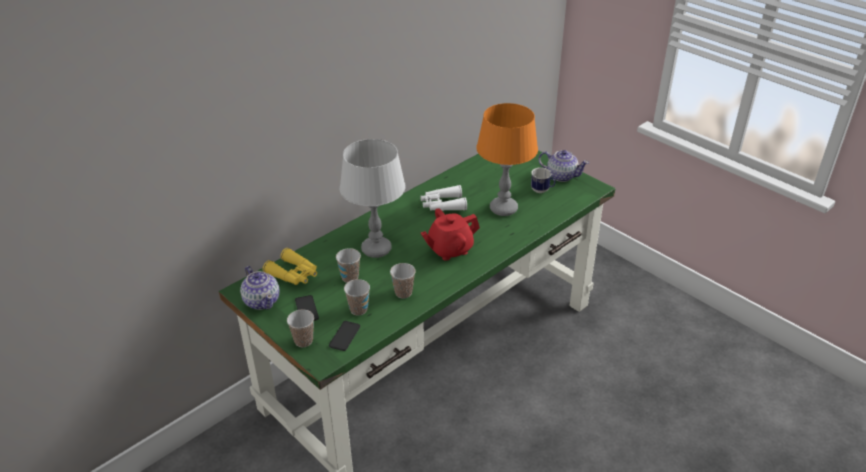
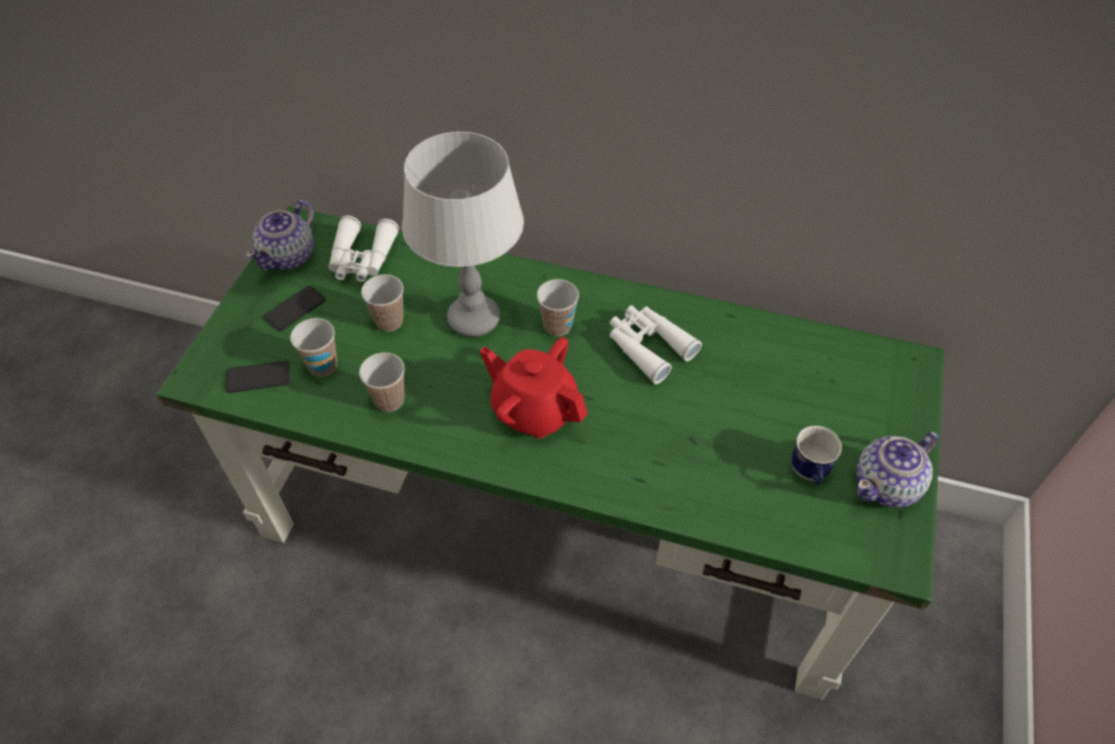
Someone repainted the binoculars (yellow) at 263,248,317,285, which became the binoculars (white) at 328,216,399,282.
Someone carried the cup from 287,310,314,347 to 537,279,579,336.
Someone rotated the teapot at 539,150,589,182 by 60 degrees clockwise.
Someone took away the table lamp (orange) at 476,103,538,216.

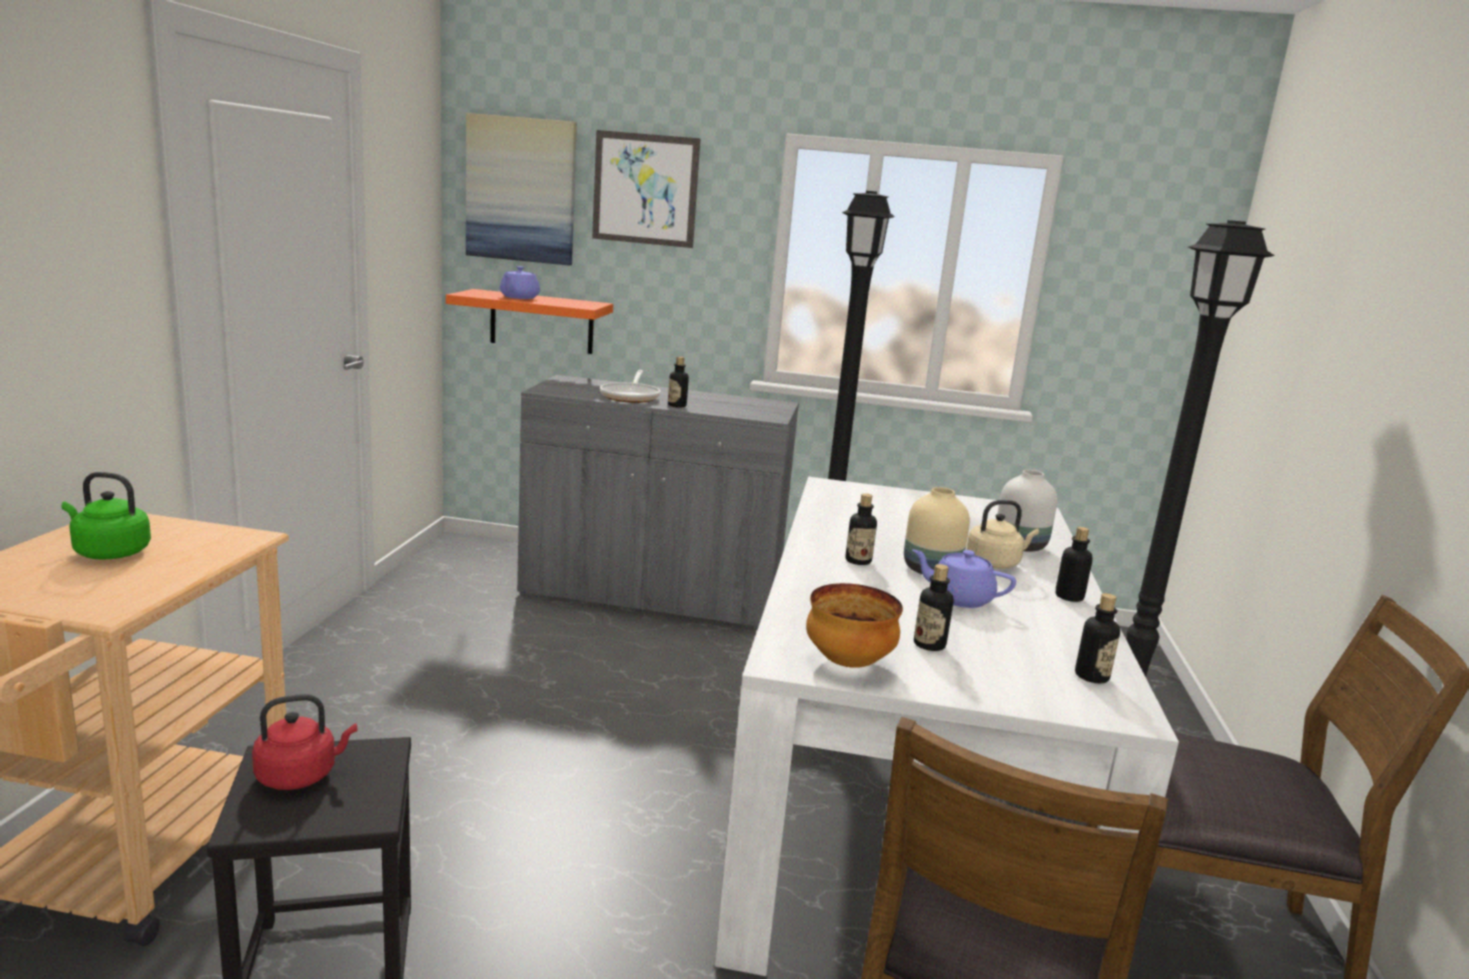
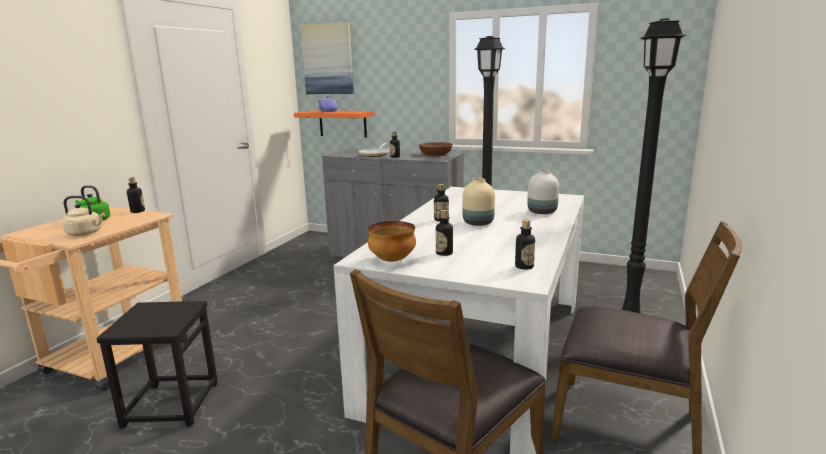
Someone carried the kettle (beige) from 966,500,1039,569 to 62,196,105,236.
Someone carried the bottle from 1056,527,1093,602 to 127,177,145,213.
Someone put down the bowl (brown) at 418,142,453,156.
Someone took away the kettle (red) at 252,694,357,790.
Someone took away the picture at 592,130,700,248.
Someone took away the teapot (purple) at 912,549,1016,608.

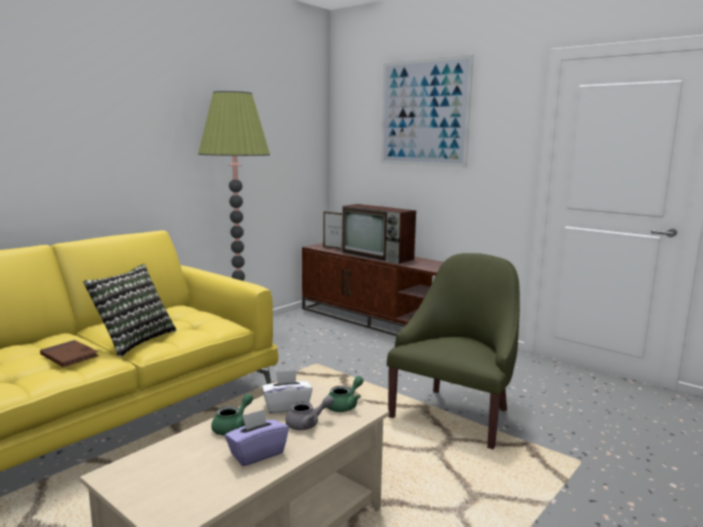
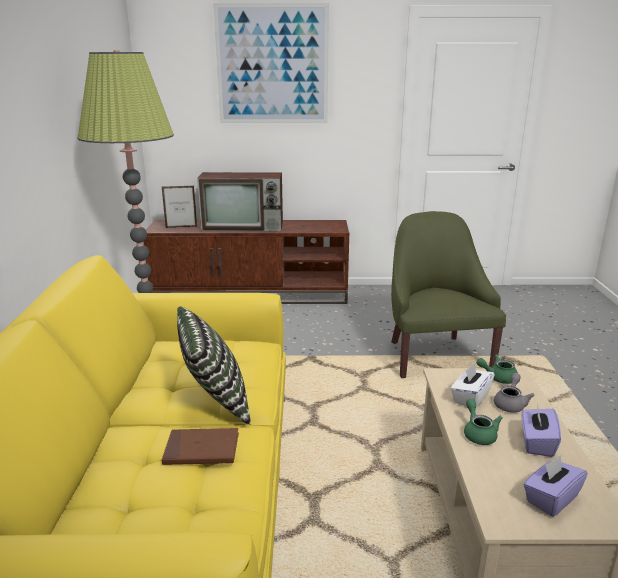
Someone rotated the teapot (green) at 327,376,363,412 by 90 degrees counterclockwise.
Someone put down the tissue box (purple) at 524,455,588,517.

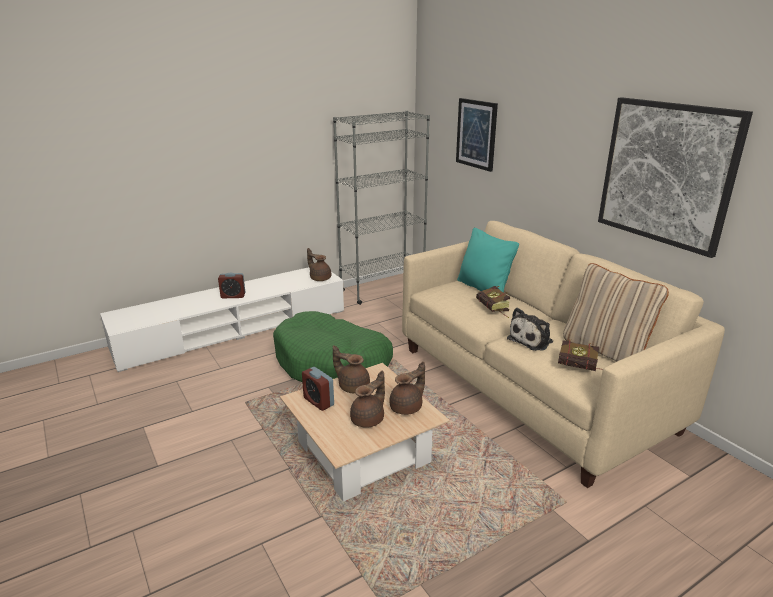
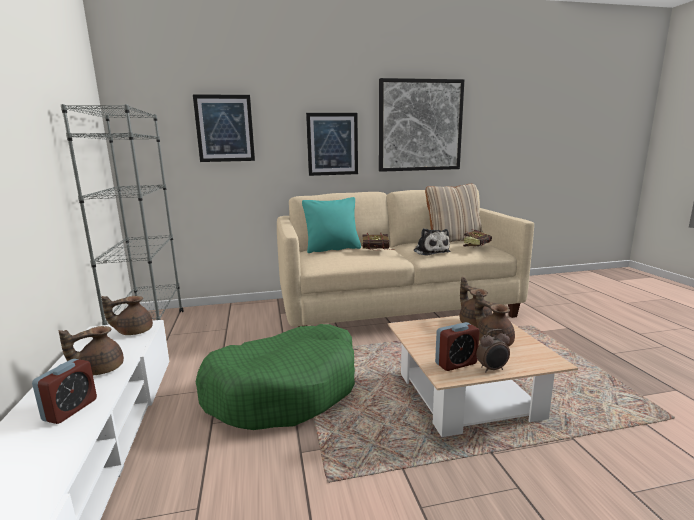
Someone carried the teapot (brown) from 333,345,370,393 to 59,326,124,375.
Someone put up the picture at 306,113,358,176.
Someone put down the alarm clock at 476,329,510,373.

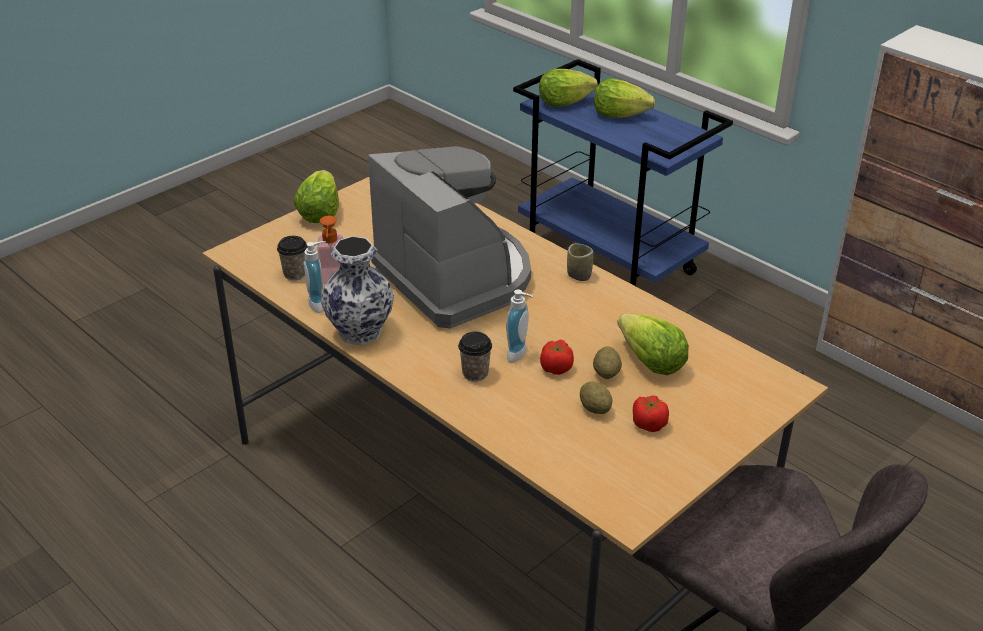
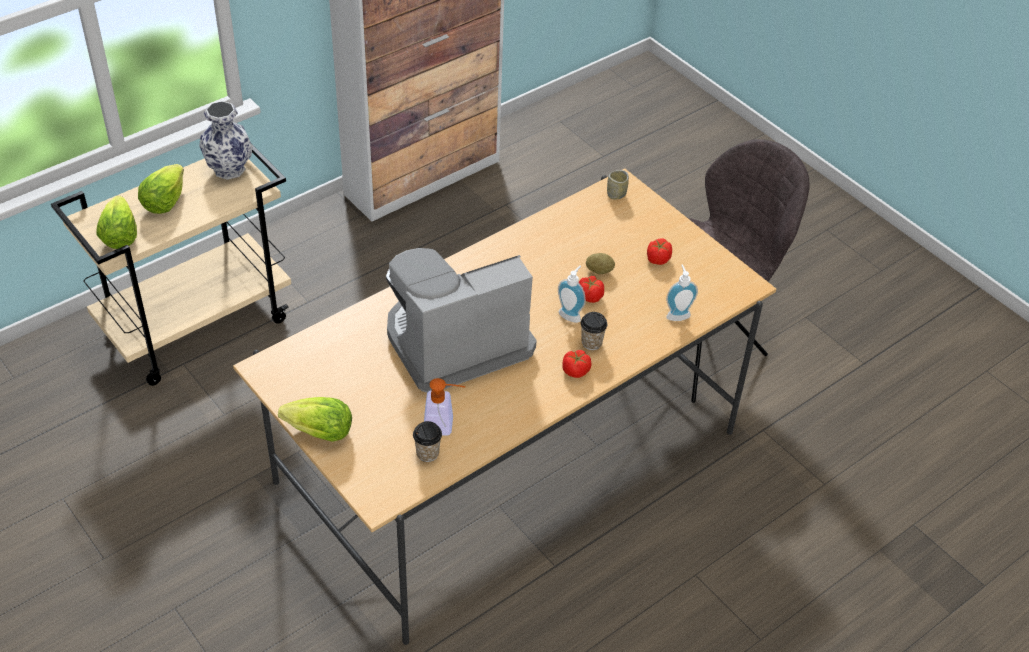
Someone repainted the cart (blue) at 513,59,733,286, which became the cart (beige) at 51,145,291,386.
Someone carried the vase from 321,236,394,345 to 199,101,253,180.
Someone put down the tomato at 563,350,591,378.
Someone carried the cup from 567,243,593,281 to 607,170,629,200.
Someone carried the soap dispenser from 304,241,326,312 to 666,265,698,321.
Someone took away the potato at 580,381,612,414.
Someone took away the lettuce at 617,313,689,375.

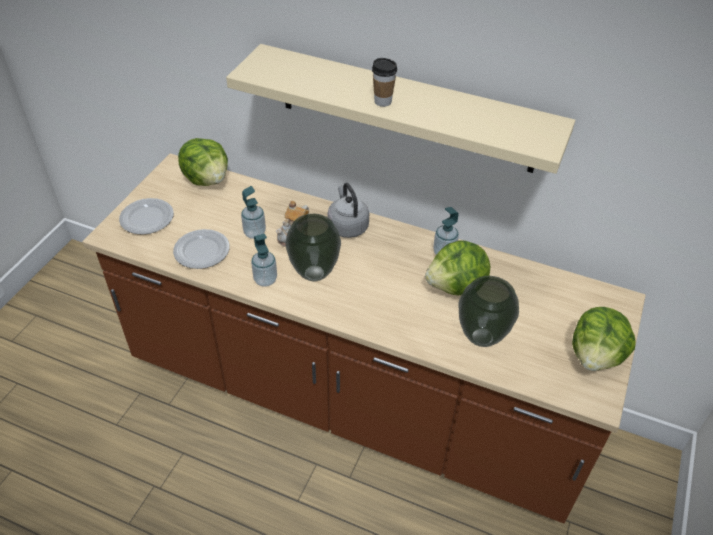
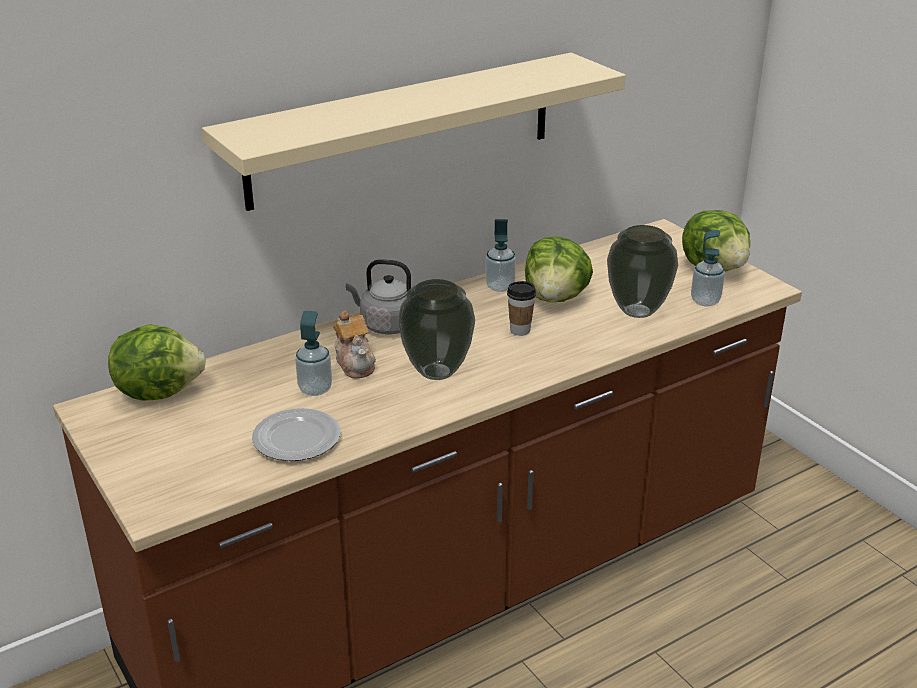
Someone carried the cup from 372,58,397,107 to 507,281,536,336.
Someone carried the soap dispenser from 251,234,277,287 to 691,230,725,306.
Someone took away the plate at 119,198,174,235.

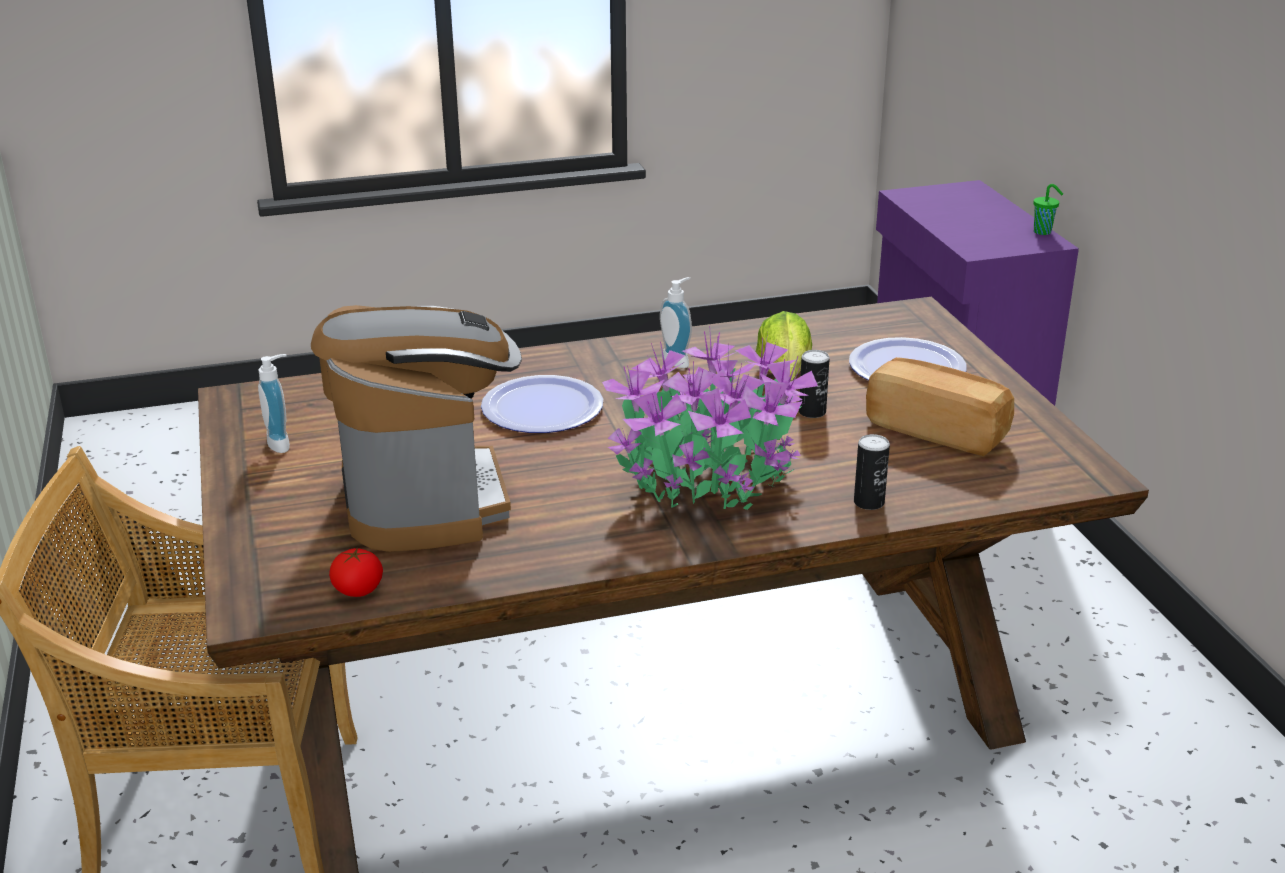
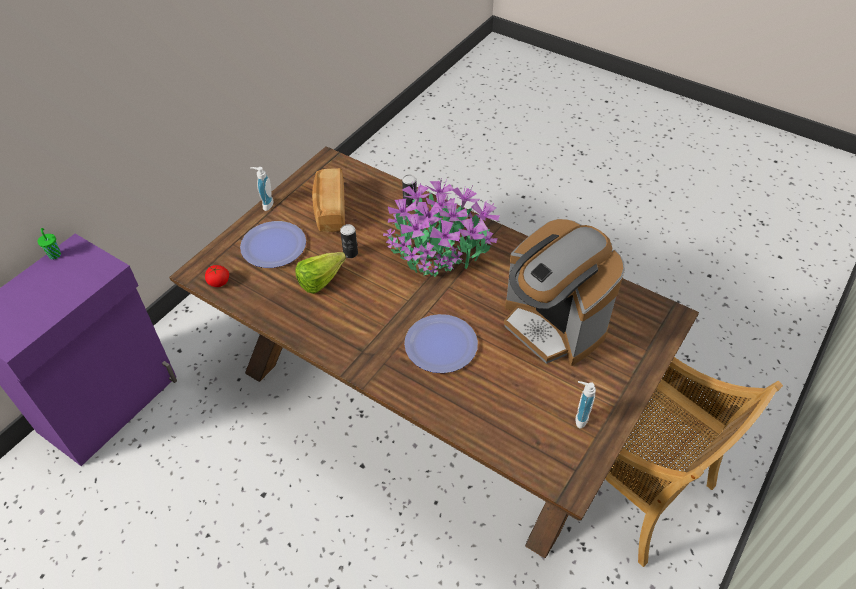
Someone carried the tomato from 329,547,383,597 to 205,265,229,287.
Someone carried the soap dispenser from 660,277,692,368 to 250,167,273,211.
Someone rotated the coffee machine at 311,305,522,552 by 75 degrees counterclockwise.

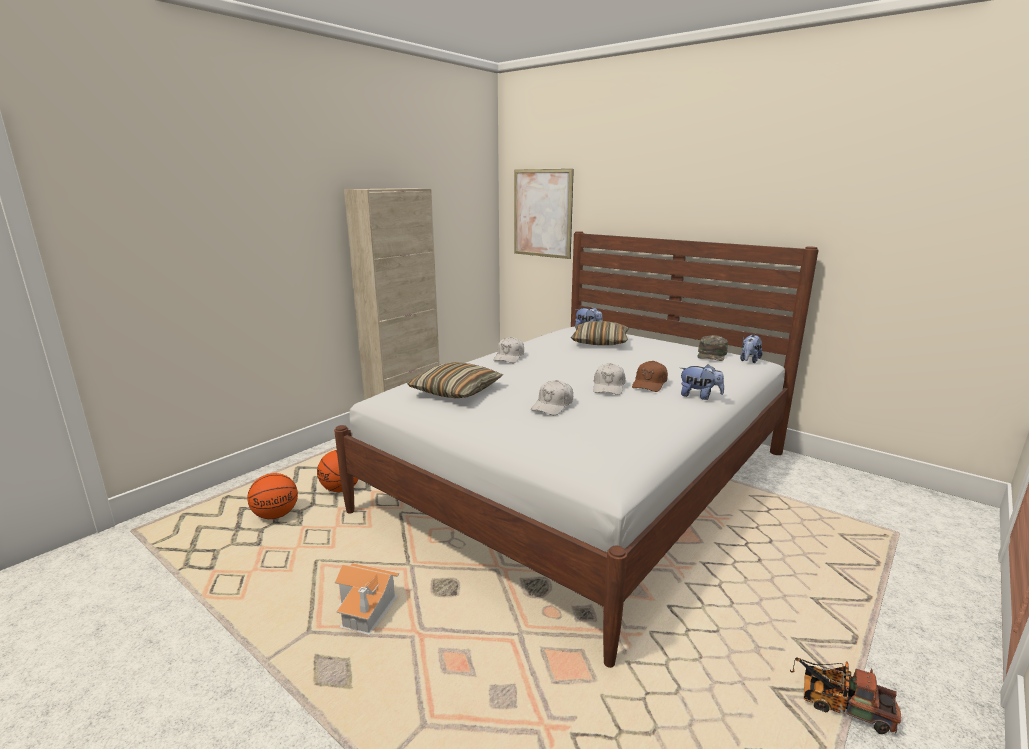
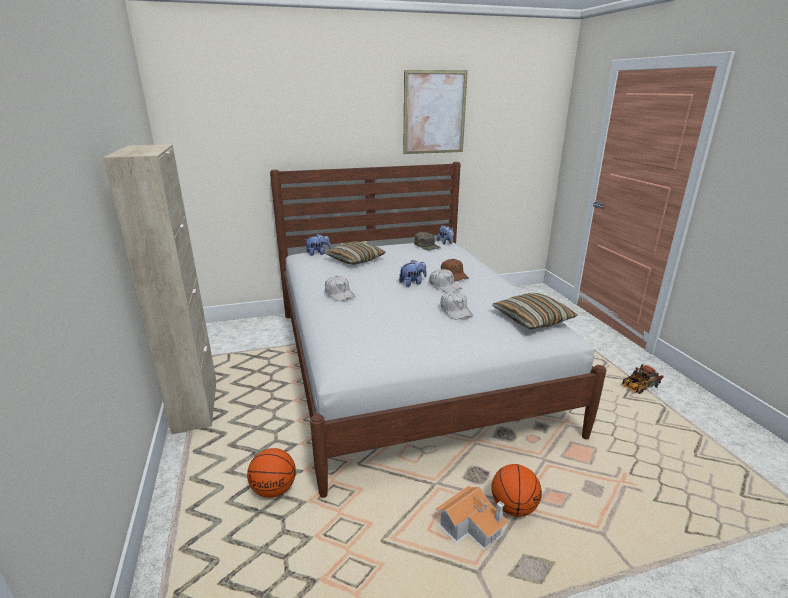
Someone carried the plush toy from 681,364,724,400 to 399,260,427,287.
Someone carried the picture from 514,169,574,259 to 403,70,468,154.
Someone carried the basketball from 247,473,298,519 to 491,464,542,517.
Someone carried the pillow from 407,362,503,398 to 492,293,577,329.

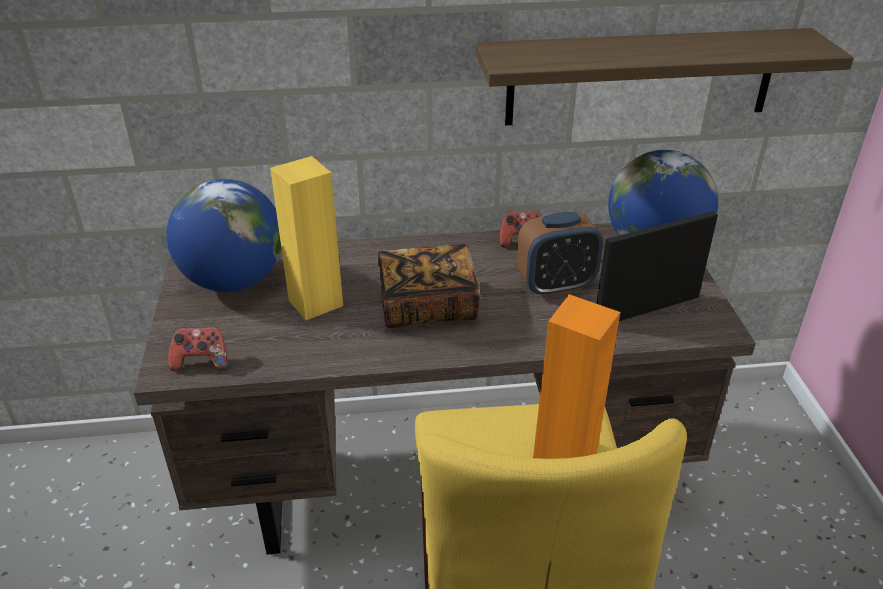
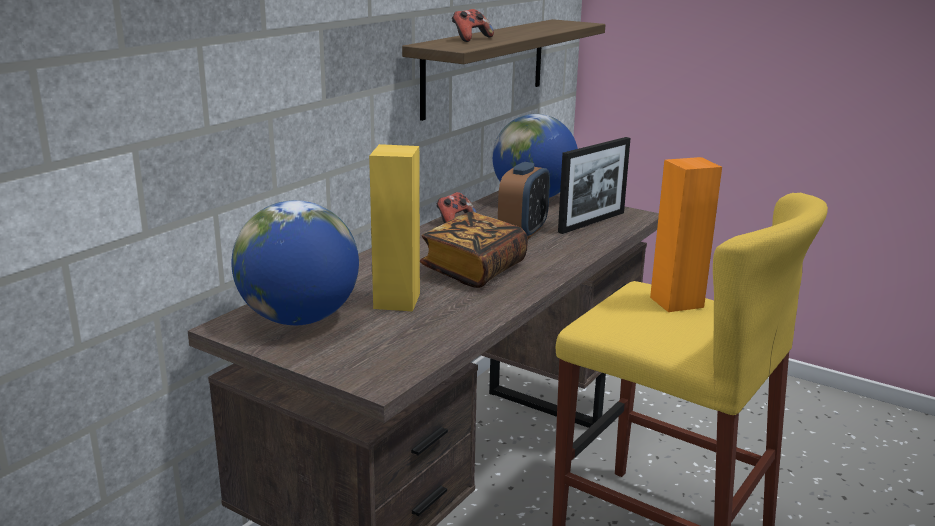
Someone carried the game controller from 168,327,227,371 to 452,9,494,42.
Someone rotated the picture frame at 597,211,718,321 by 150 degrees counterclockwise.

